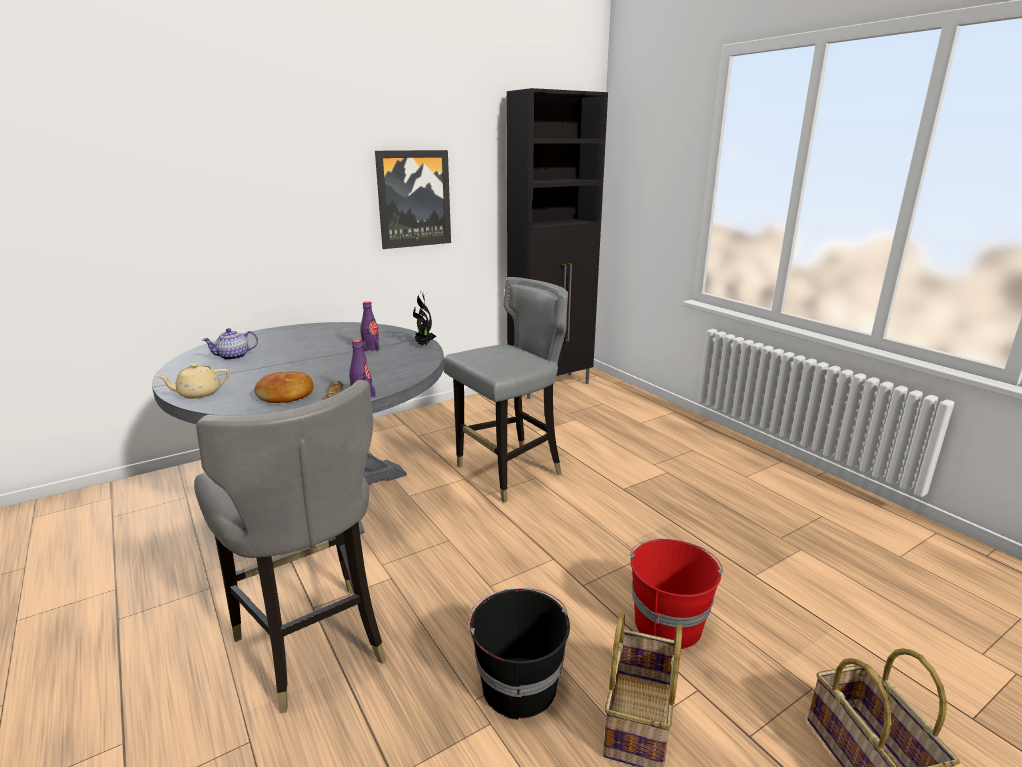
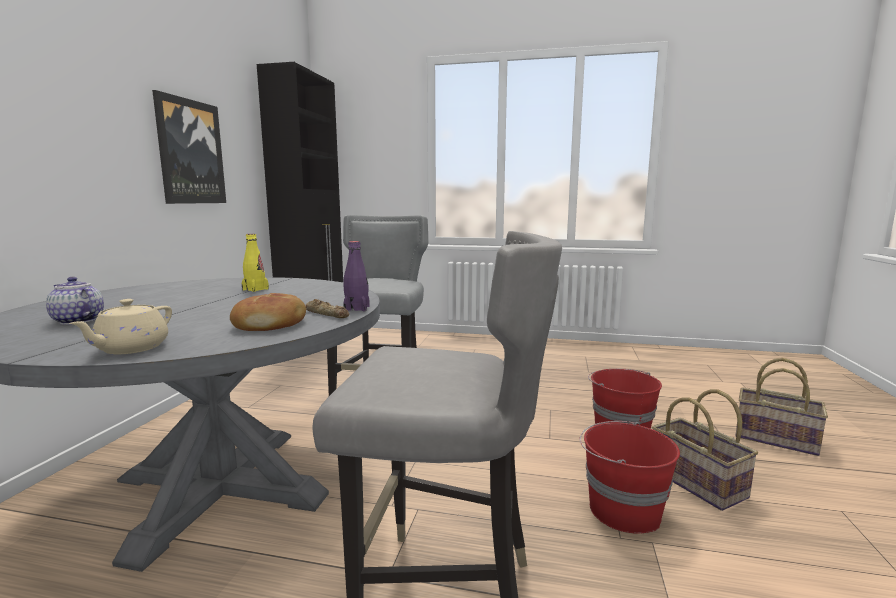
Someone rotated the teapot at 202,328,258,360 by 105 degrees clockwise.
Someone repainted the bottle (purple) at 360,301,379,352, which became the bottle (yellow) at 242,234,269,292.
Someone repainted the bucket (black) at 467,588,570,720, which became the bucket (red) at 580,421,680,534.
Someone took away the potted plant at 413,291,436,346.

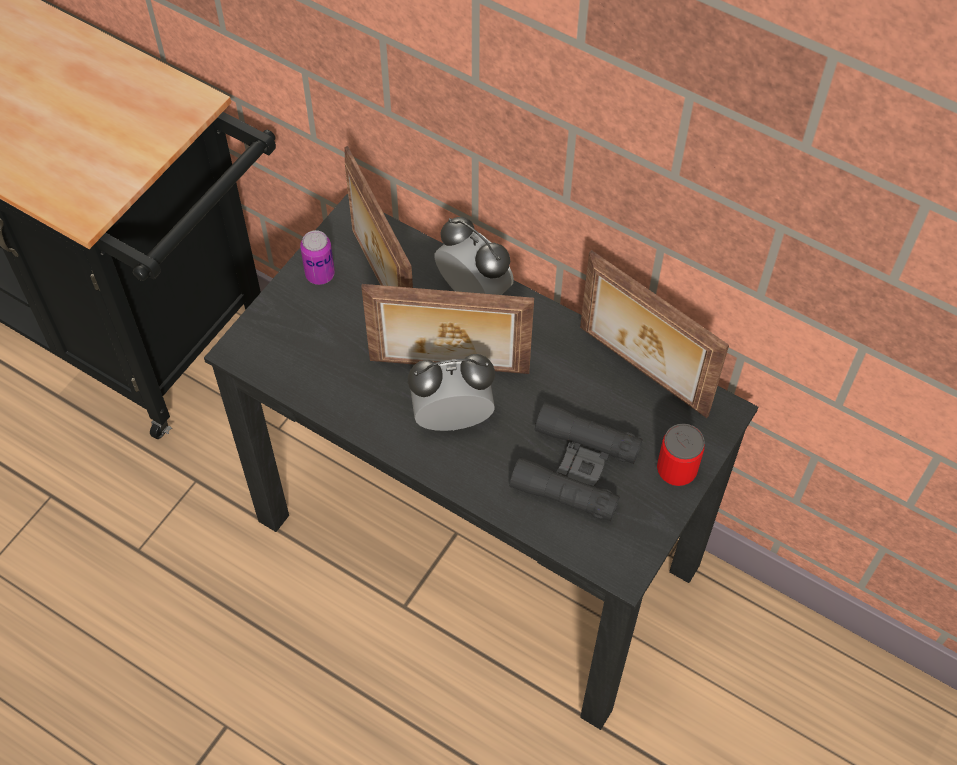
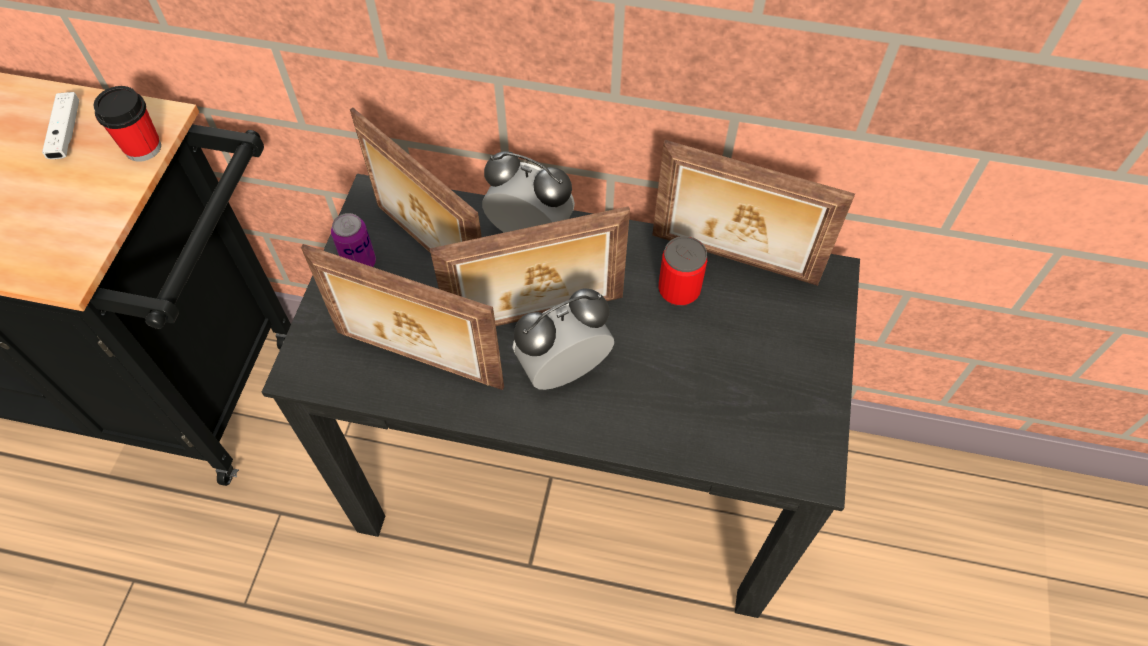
Someone put down the game controller (white) at 42,92,79,159.
Someone put down the cup at 93,86,161,162.
Someone put down the picture frame at 301,244,504,390.
Someone carried the can from 657,424,705,486 to 658,236,707,306.
Someone took away the binoculars (black) at 509,402,643,521.

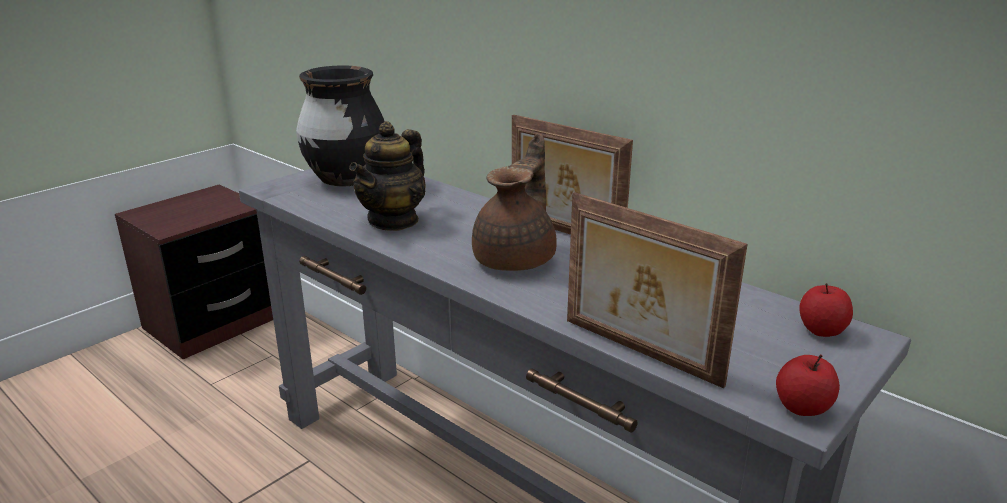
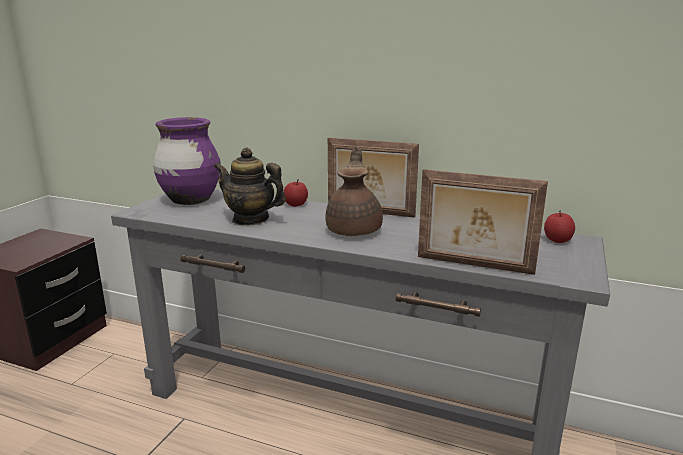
Someone repainted the vase (black) at 296,65,385,187, which became the vase (purple) at 153,117,221,205.
Someone rotated the teapot at 349,121,426,231 by 105 degrees clockwise.
Someone carried the apple from 776,354,840,416 to 283,179,308,207.

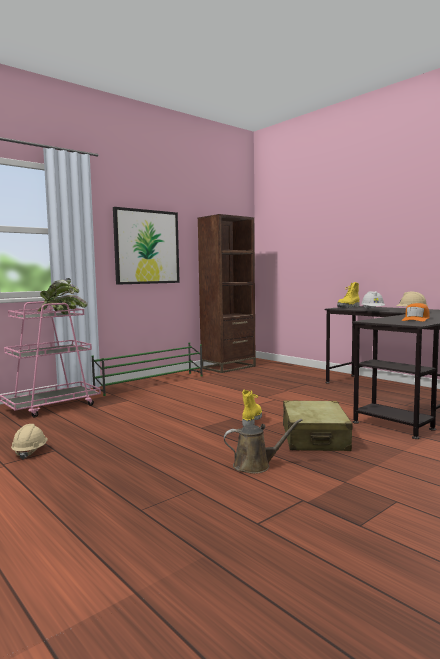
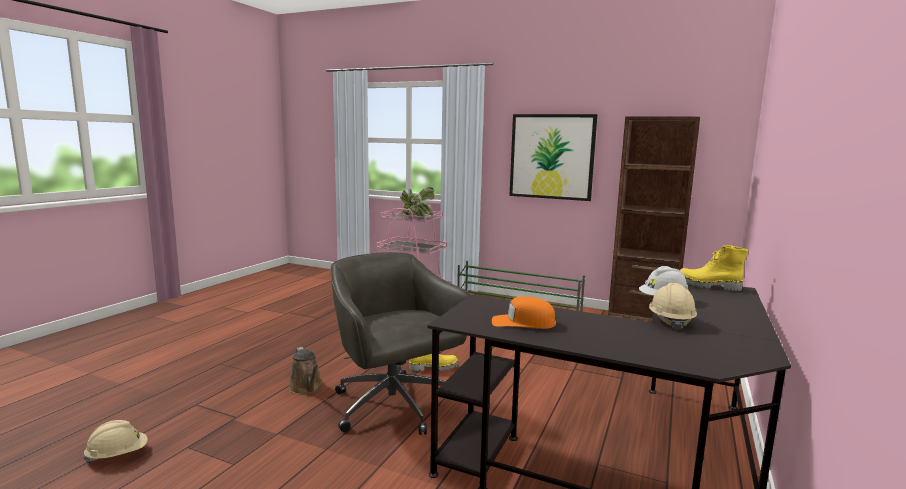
Someone carried the hard hat (beige) from 11,424,48,459 to 83,420,148,462.
Someone swapped the suitcase (beige) at 283,400,353,451 for the office chair (grey) at 330,252,470,435.

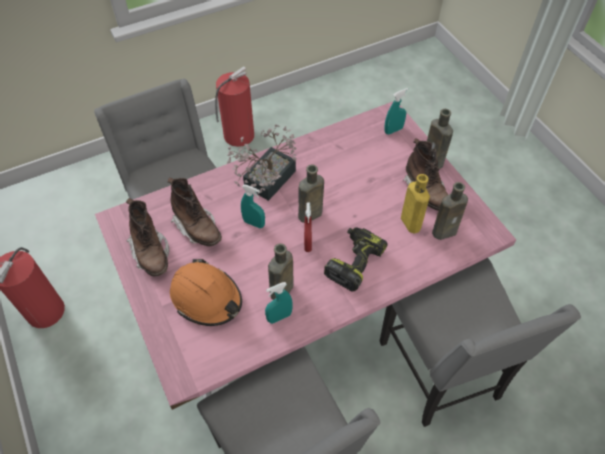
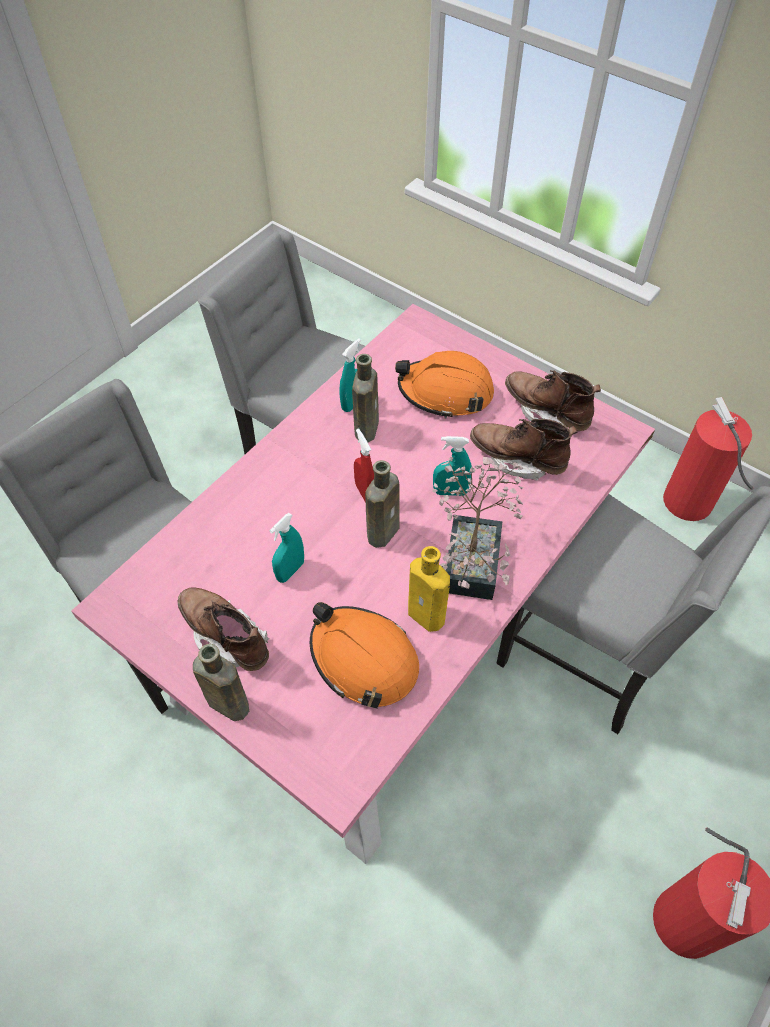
Someone carried the spray bottle (turquoise) from 384,88,409,134 to 270,513,304,583.
Someone put down the hard hat (orange) at 310,602,419,709.
Someone carried the bottle (yellow) from 401,174,430,234 to 408,546,450,632.
Someone took away the power drill at 324,227,388,291.
Someone took away the bottle (brown) at 432,182,468,240.

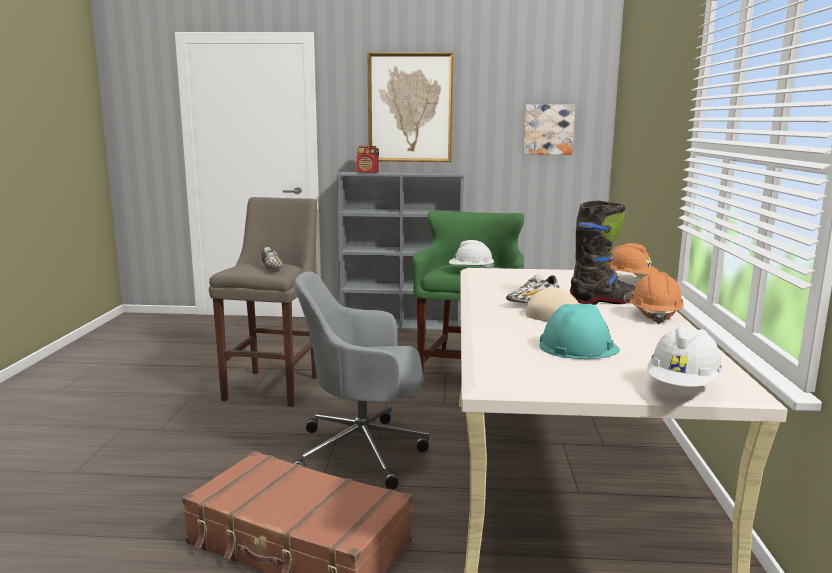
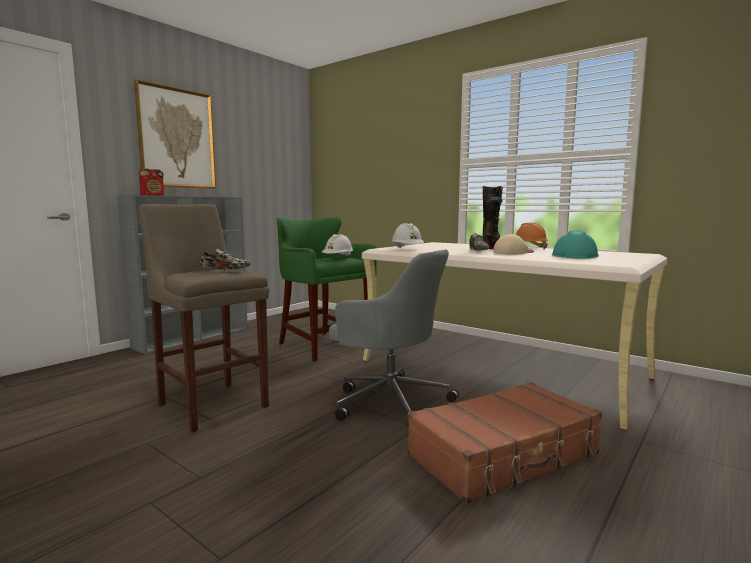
Someone rotated the office chair (grey) at 293,271,430,490 by 90 degrees counterclockwise.
Someone carried the hard hat (white) from 647,326,724,387 to 392,223,424,248.
Someone took away the picture at 523,104,575,155.
Someone took away the hard hat (orange) at 609,243,659,275.

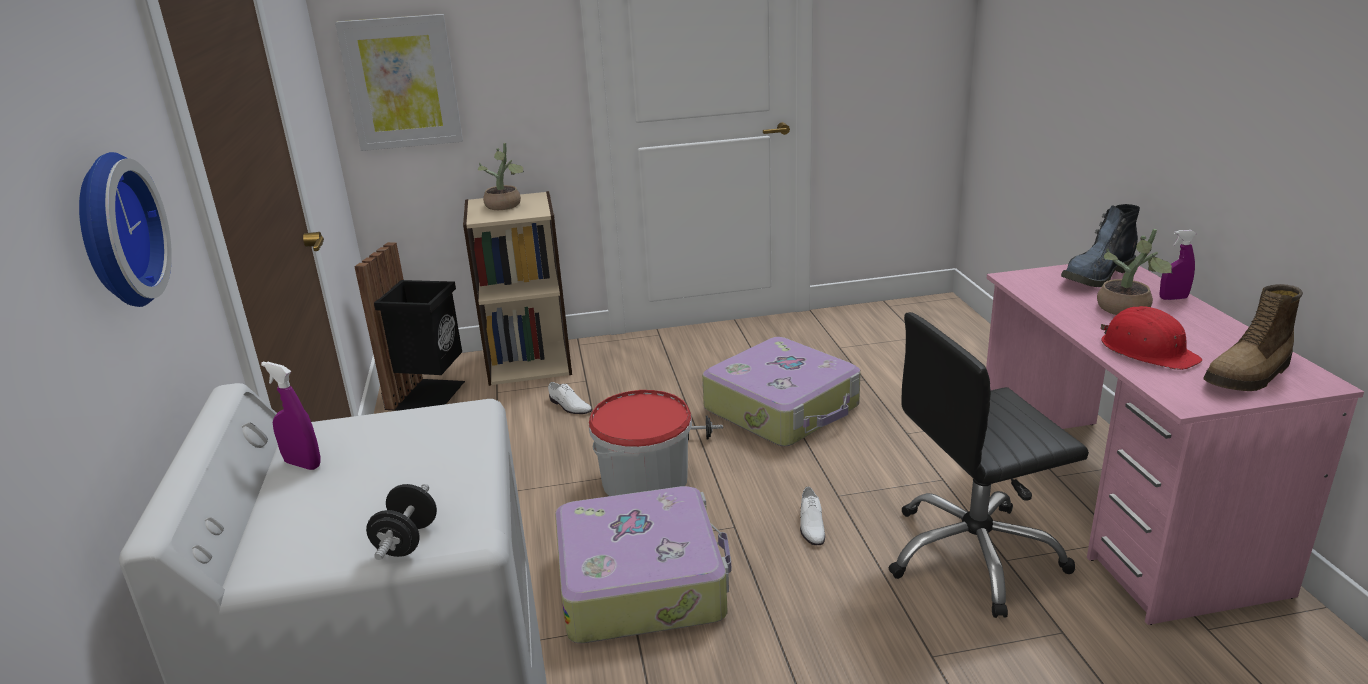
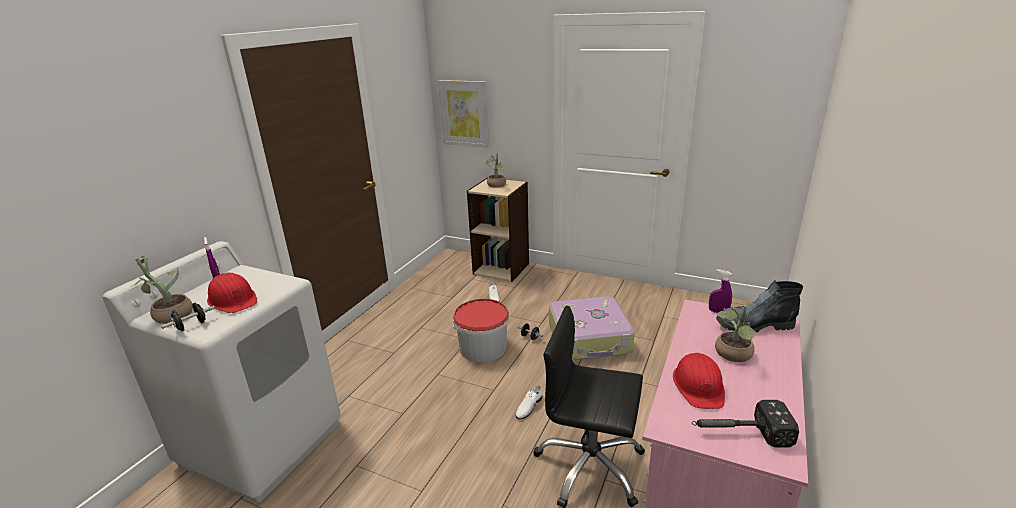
Someone put down the potted plant at 131,256,193,324.
Someone put down the hard hat (red) at 207,272,257,313.
Someone swapped the boot at 1204,284,1303,391 for the hammer at 692,400,799,447.
Someone carried the spray bottle (purple) from 1160,230,1197,300 to 709,269,732,313.
Someone took away the wall clock at 79,152,172,307.
Someone took away the trash can (black) at 354,242,465,411.
Someone took away the suitcase at 555,486,731,643.

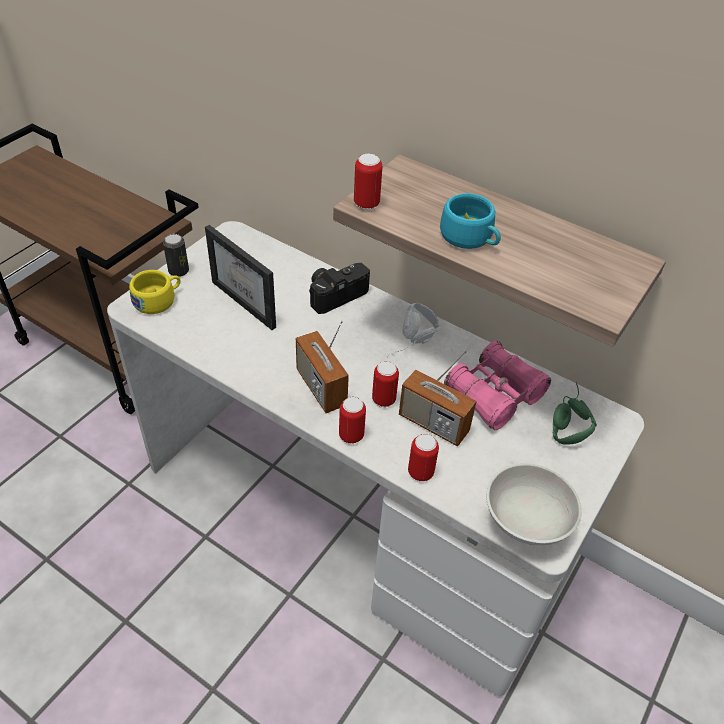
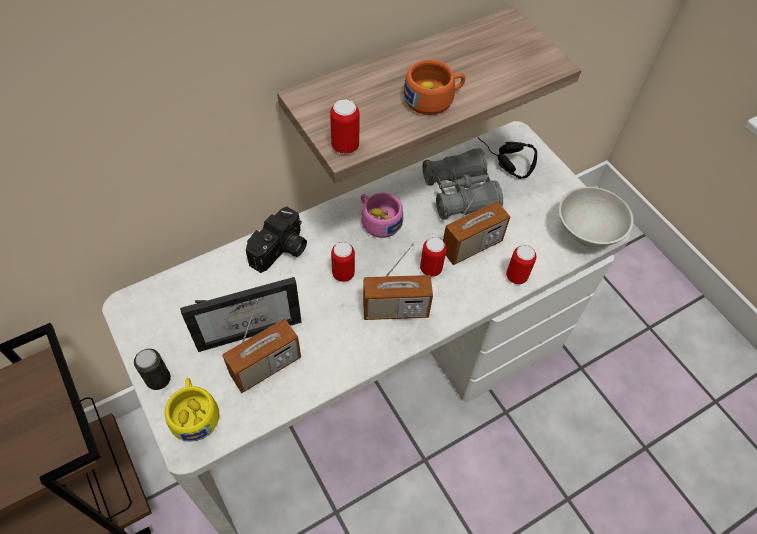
Someone put down the radio at 222,299,301,393.
Someone rotated the photo camera at 309,263,370,314 by 135 degrees counterclockwise.
Someone carried the can from 339,397,366,444 to 331,242,355,282.
Someone swapped the headphones (white) at 387,303,440,357 for the cup (pink) at 361,193,403,238.
Someone repainted the cup (turquoise) at 440,193,501,249, which became the cup (orange) at 403,60,465,115.
Someone repainted the binoculars (pink) at 444,341,551,430, which became the binoculars (grey) at 423,148,503,220.
Someone repainted the headphones (green) at 553,382,597,445, which became the headphones (black) at 477,137,537,179.

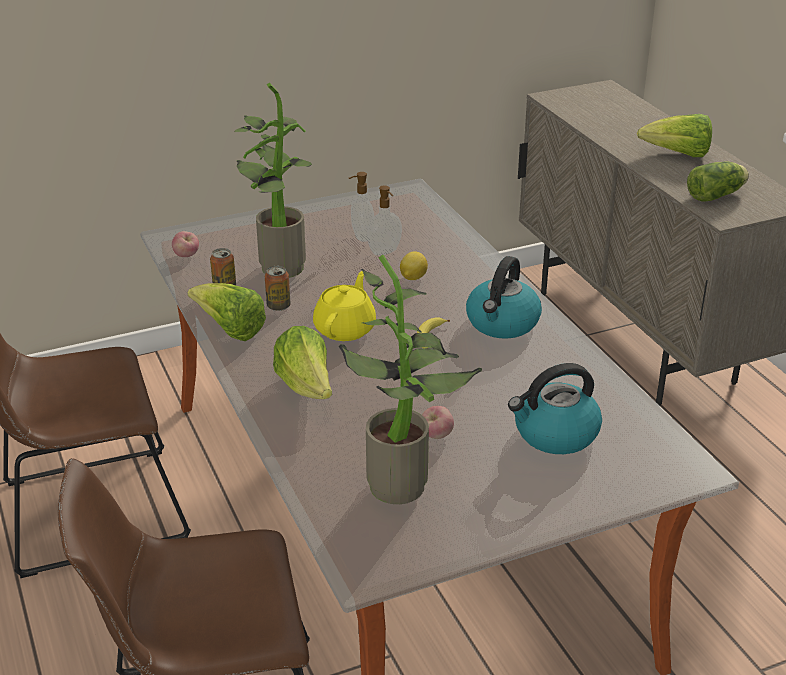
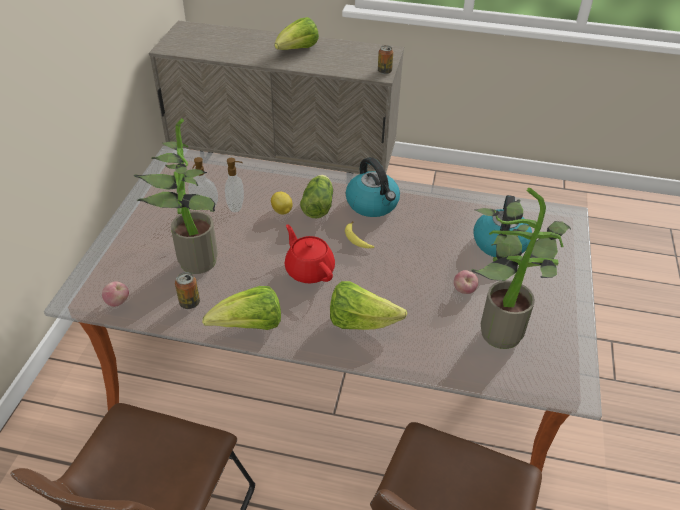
Someone repainted the teapot (yellow) at 313,271,376,341, which became the teapot (red) at 285,224,335,283.
Someone carried the lettuce from 687,161,749,201 to 300,175,333,218.
Someone carried the can from 265,266,291,311 to 378,45,393,74.

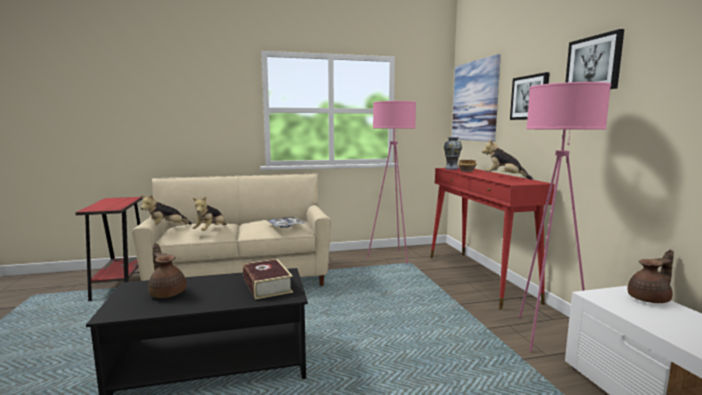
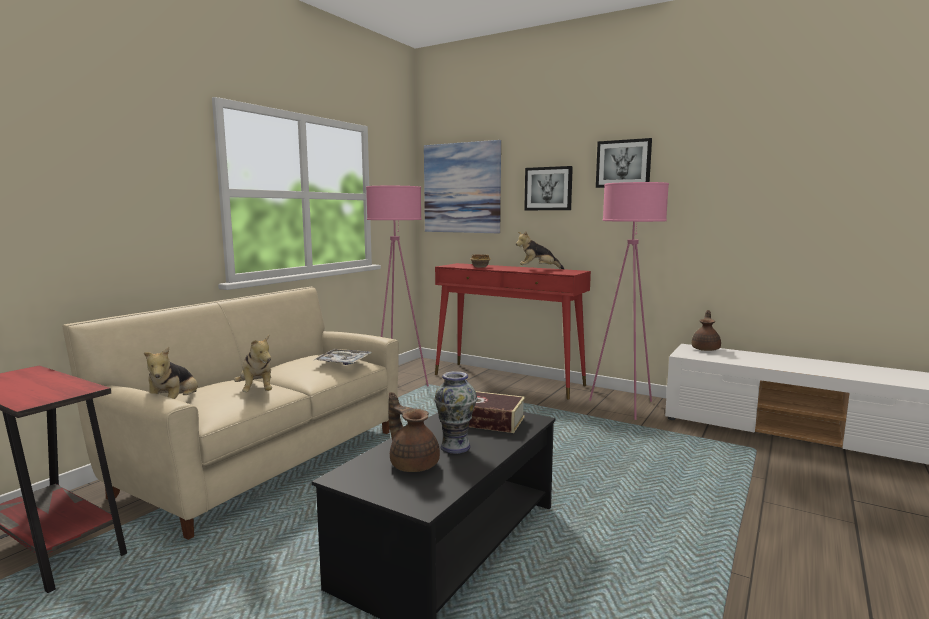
Someone rotated the teapot (brown) at 148,243,186,298 by 45 degrees clockwise.
Someone carried the vase from 444,137,462,170 to 434,371,477,454.

